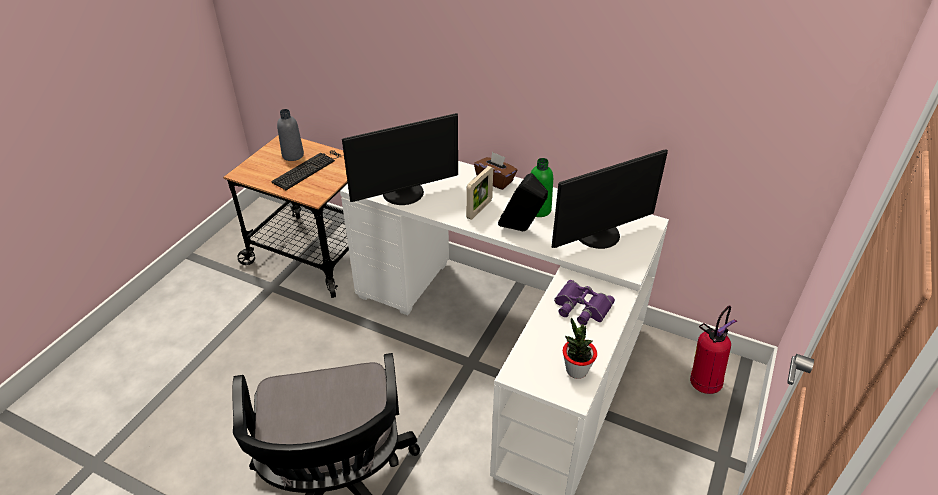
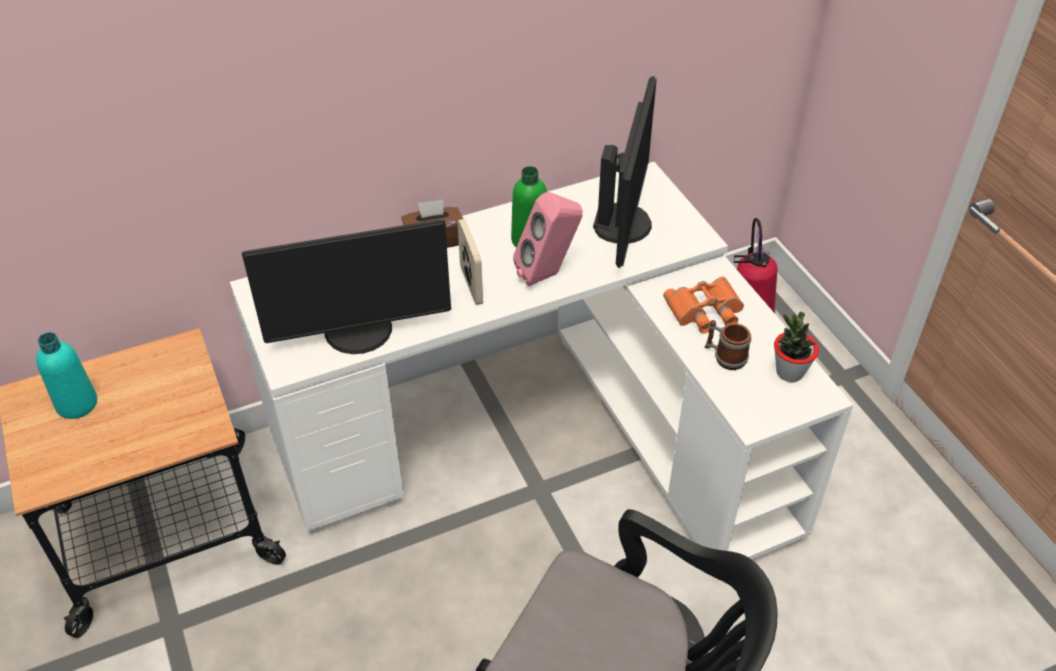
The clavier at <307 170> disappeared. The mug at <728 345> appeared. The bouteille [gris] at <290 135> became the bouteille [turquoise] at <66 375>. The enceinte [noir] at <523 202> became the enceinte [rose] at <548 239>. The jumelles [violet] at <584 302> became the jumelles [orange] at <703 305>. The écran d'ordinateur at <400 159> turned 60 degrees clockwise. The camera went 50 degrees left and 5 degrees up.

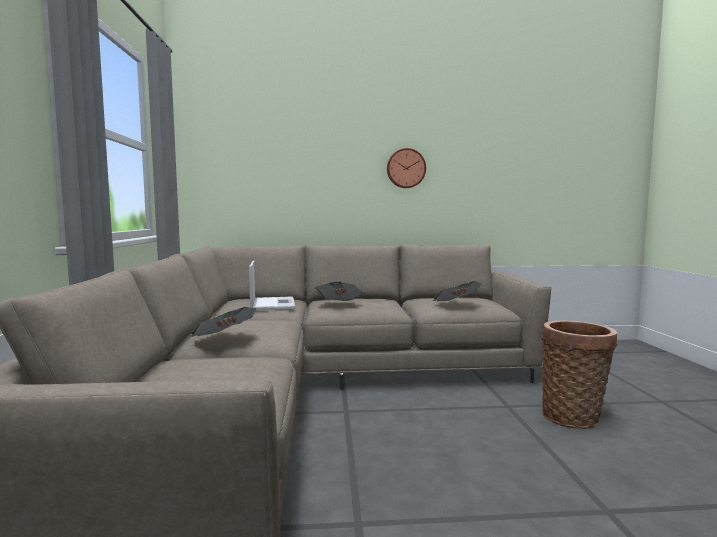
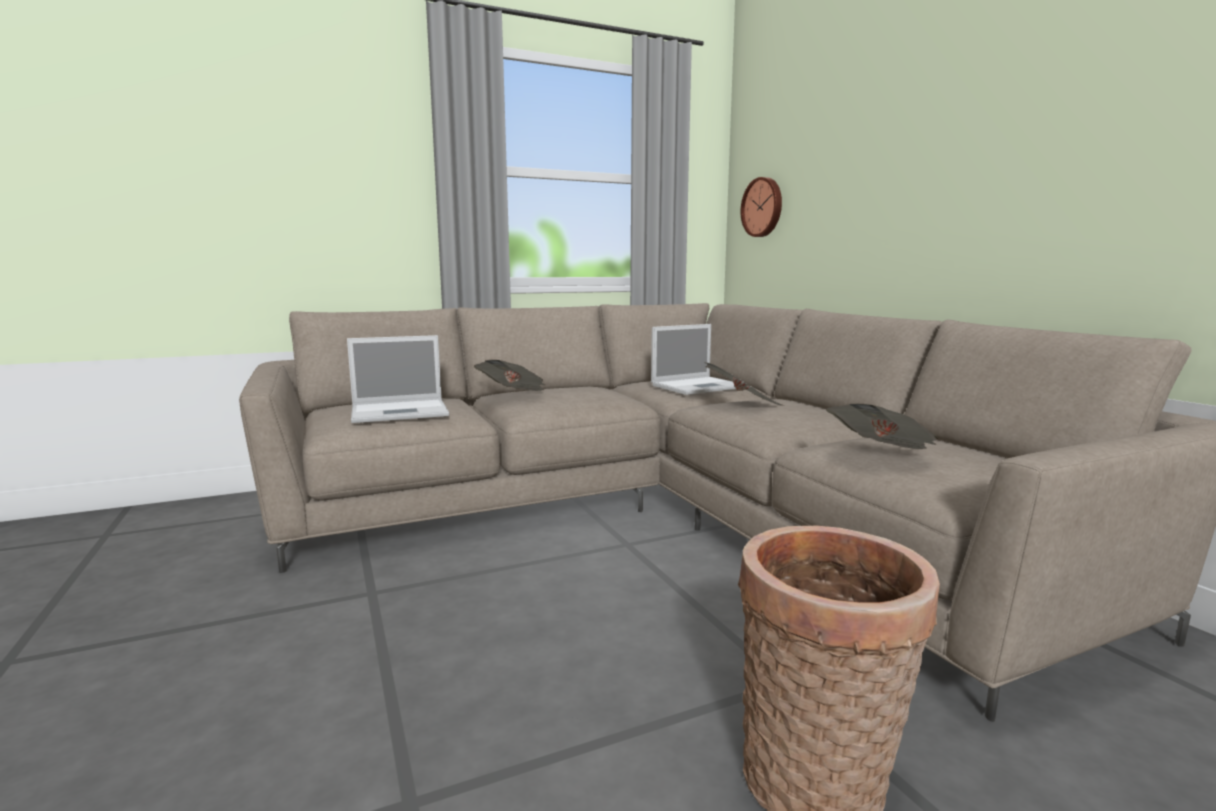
The ordinateur portable at <398 379> appeared. The horloge murale moved from <406 168> to <761 207>. The camera went 70 degrees right and 5 degrees up.

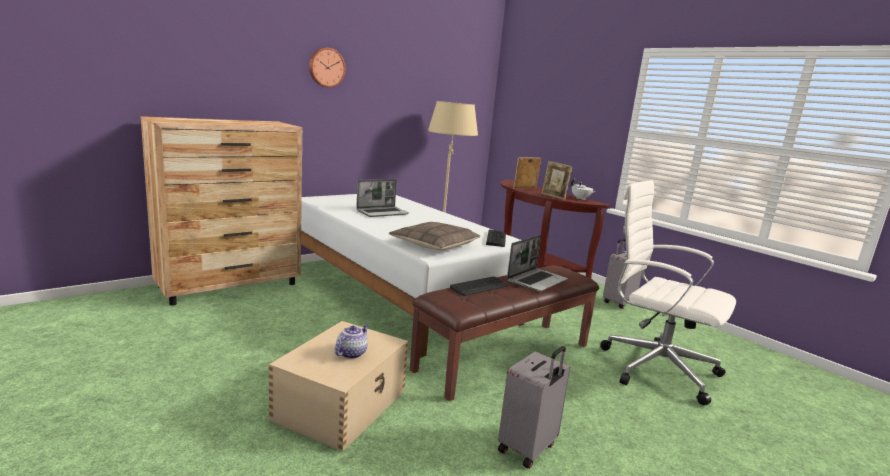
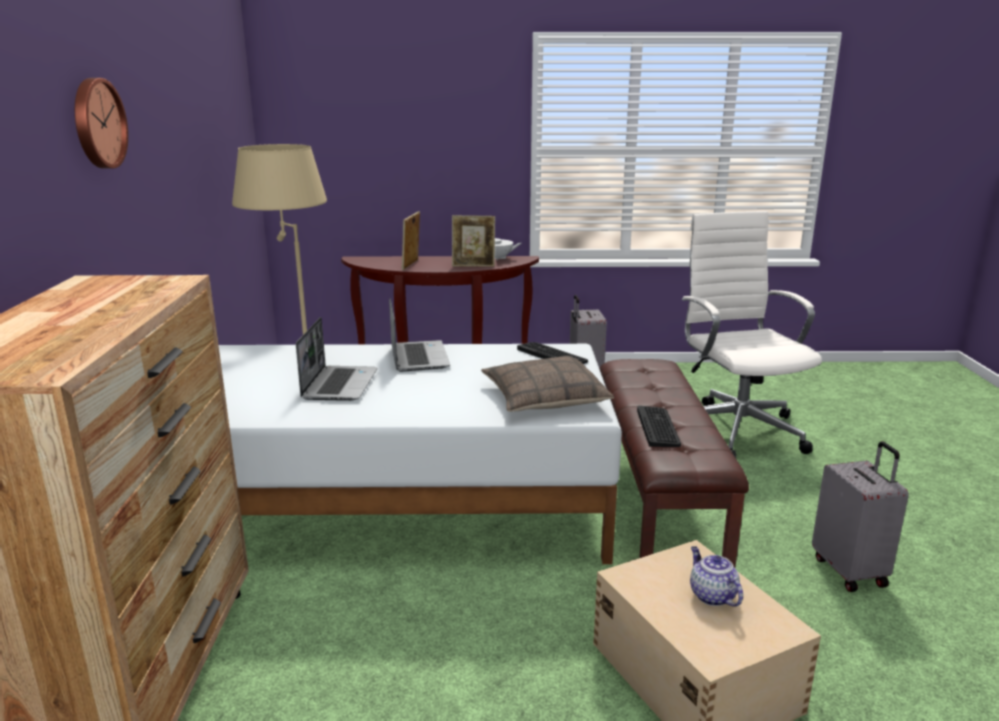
The ordinateur portable moved from <537 263> to <419 335>. The chaise de bureau [blanc] at <668 292> turned 90 degrees clockwise. The camera went 50 degrees left and 5 degrees up.

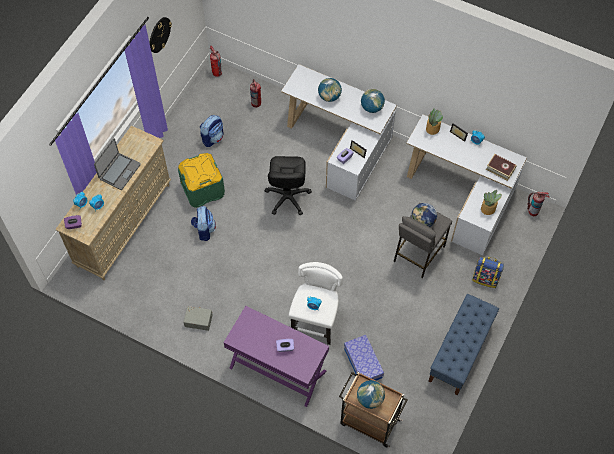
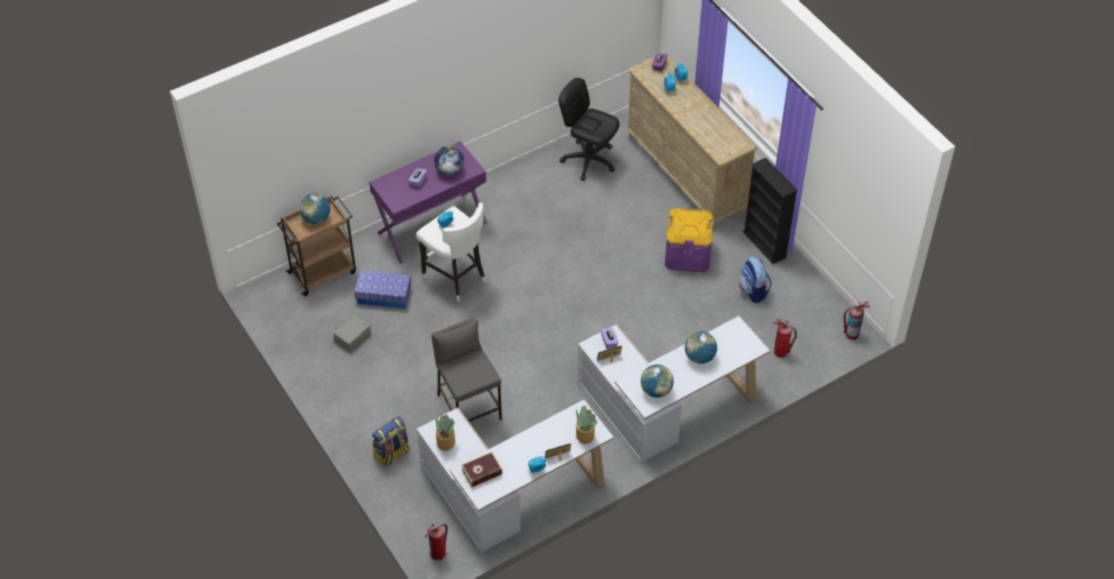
The ordinateur portable at <117 164> disappeared. The horloge murale at <161 35> disappeared. The sac à dos at <203 223> disappeared. The banc [bleu] at <463 345> disappeared. The bibliothèque [noir] at <770 210> appeared. The boîte de rangement [gris] moved from <198 318> to <352 334>. The chaise de bureau [noir] moved from <288 185> to <589 129>. The globe moved from <424 215> to <449 160>. The boîte de rangement [vert] at <201 180> became the boîte de rangement [violet] at <689 240>. The camera went 120 degrees right and 10 degrees down.

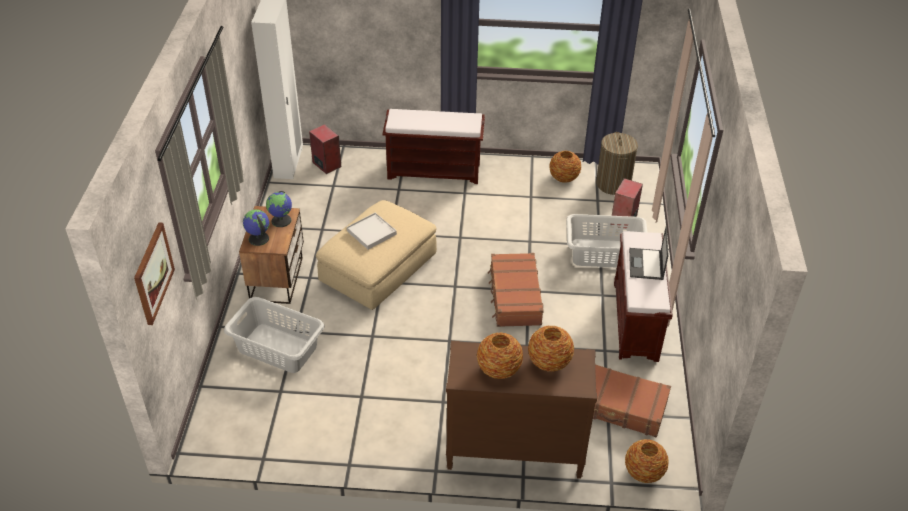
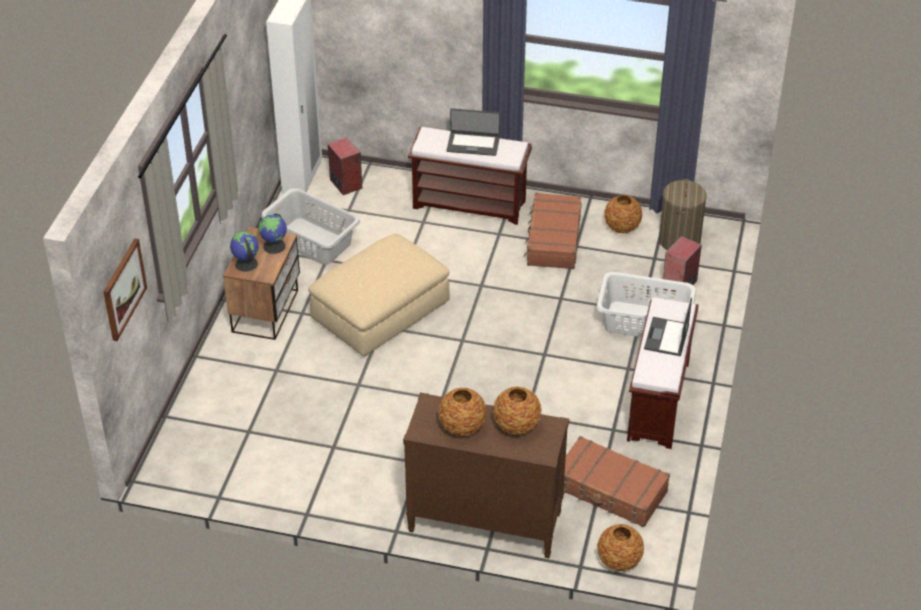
The plateau [blanc] at <372 231> disappeared. The ordinateur portable at <473 132> appeared. The panier à linge [gris] moved from <274 335> to <310 226>. The valise [marron] moved from <516 290> to <553 231>. The camera went 10 degrees right and 0 degrees up.

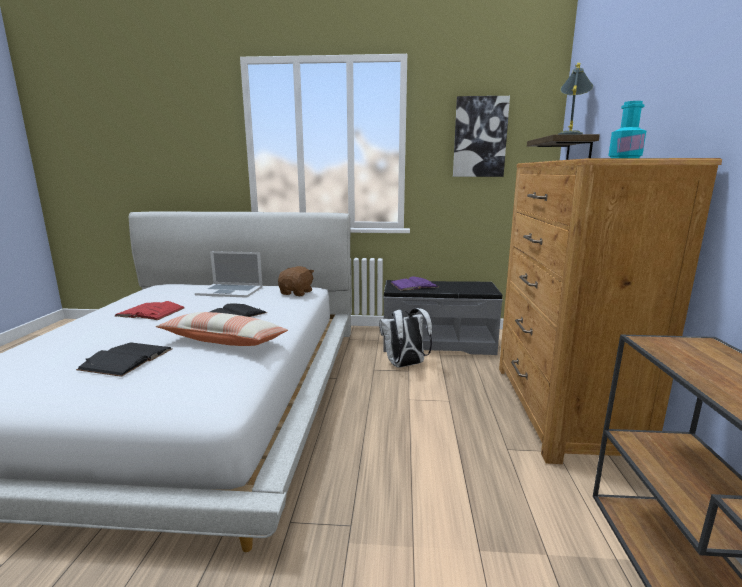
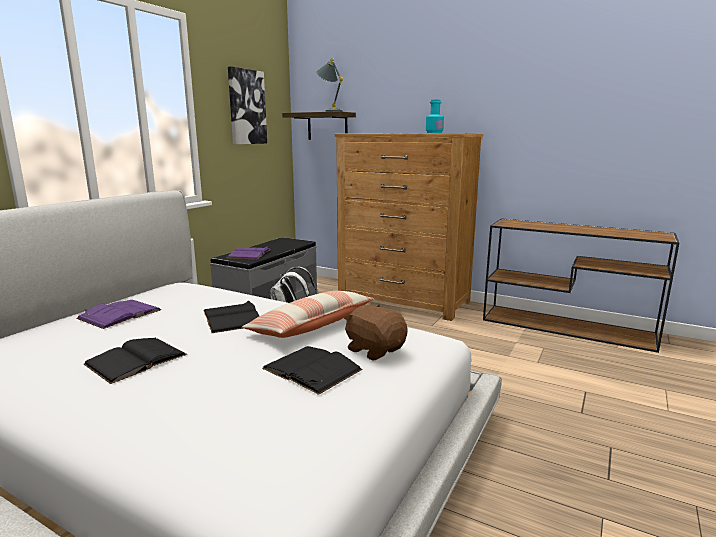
The peluche [marron] moved from <296 281> to <376 332>. The ordinateur portable at <229 274> was replaced by the livre [violet] at <118 314>. The livre [rouge] at <149 310> became the livre [noir] at <135 361>. The camera went 65 degrees left and 0 degrees up.

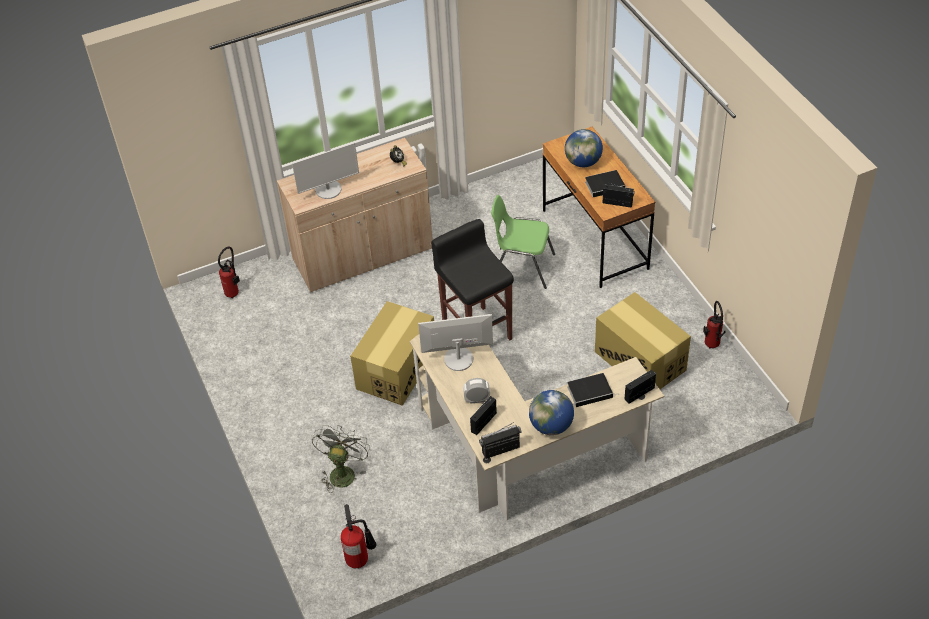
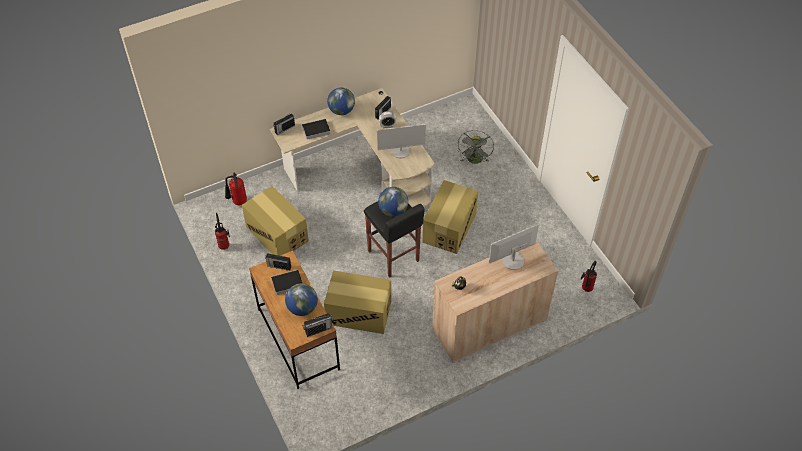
The globe at <393 202> appeared. The extincteur moved from <359 536> to <236 188>. The radio moved from <500 440> to <317 325>. The chaise [vert] at <523 242> was replaced by the carton at <358 302>. The camera went 175 degrees right and 5 degrees up.

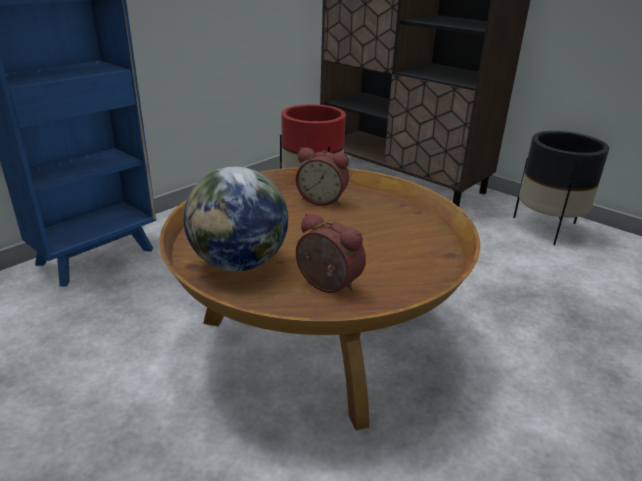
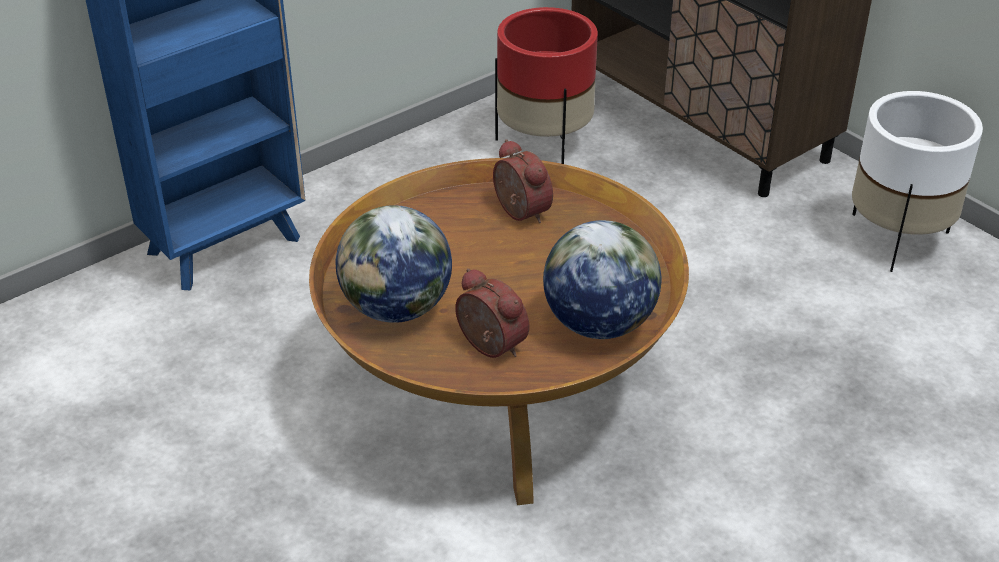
The globe at <602 279> appeared. The cache-pot [noir] at <561 188> became the cache-pot [blanc] at <917 181>. The réveil at <322 176> turned 150 degrees counterclockwise. The camera went 10 degrees right and 10 degrees up.

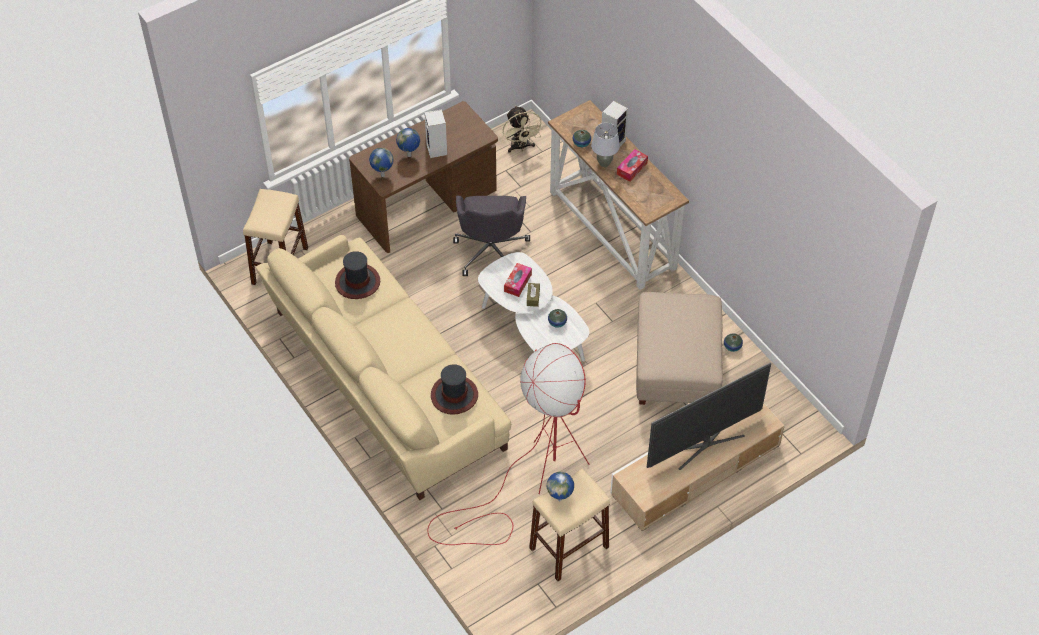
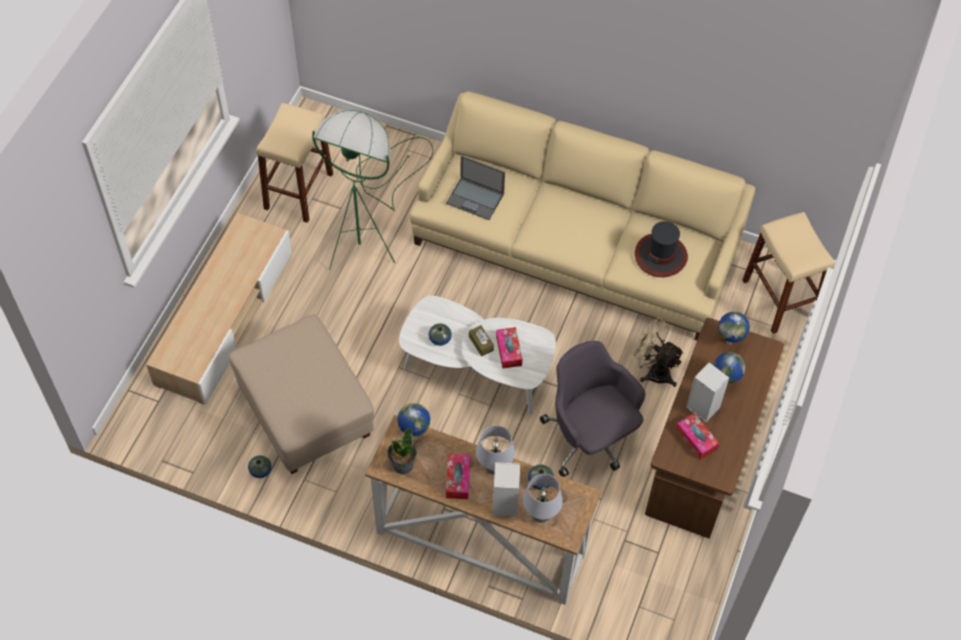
The téléviseur at <709 416> disappeared. The plante en pot at <402 450> appeared. The lampe de table [gris] at <543 498> appeared. The boîte à mouchoirs at <697 436> appeared. The ventilateur [beige] moved from <523 129> to <657 352>. The globe moved from <560 486> to <413 420>. The chapeau at <454 389> was replaced by the ordinateur portable at <475 187>. The lampadaire [rouge] at <509 444> became the lampadaire [vert] at <372 190>. The camera went 145 degrees right and 5 degrees up.

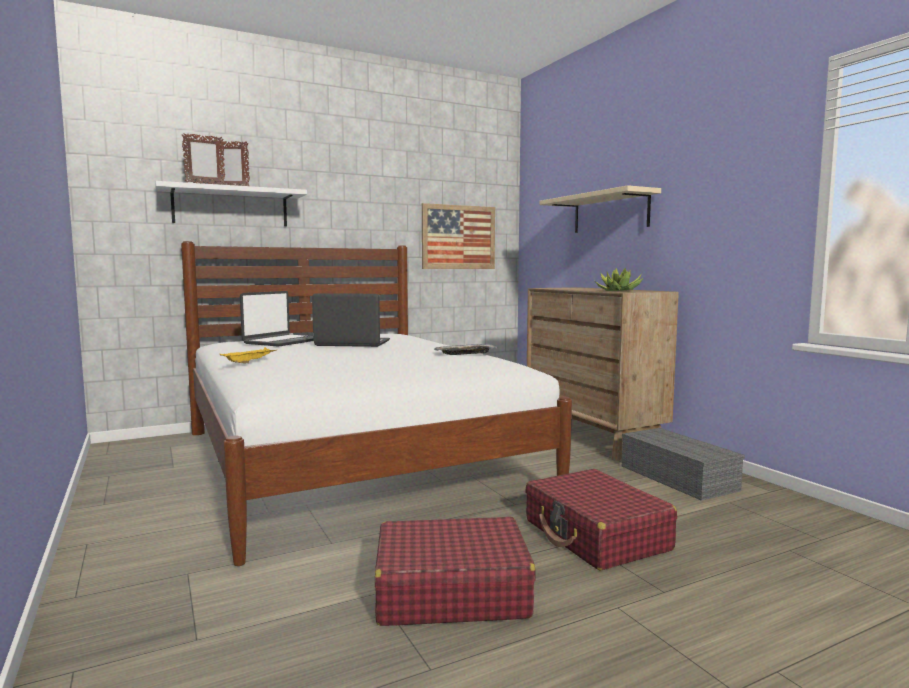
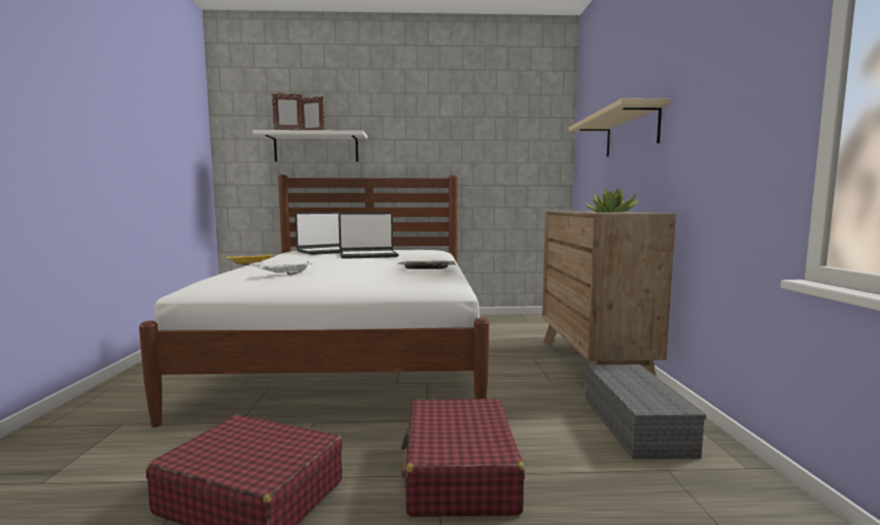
The tableau at <458 236> disappeared. The plateau [blanc] at <285 268> appeared. The ordinateur portable at <351 320> turned 135 degrees clockwise. The camera went 25 degrees right and 0 degrees up.

